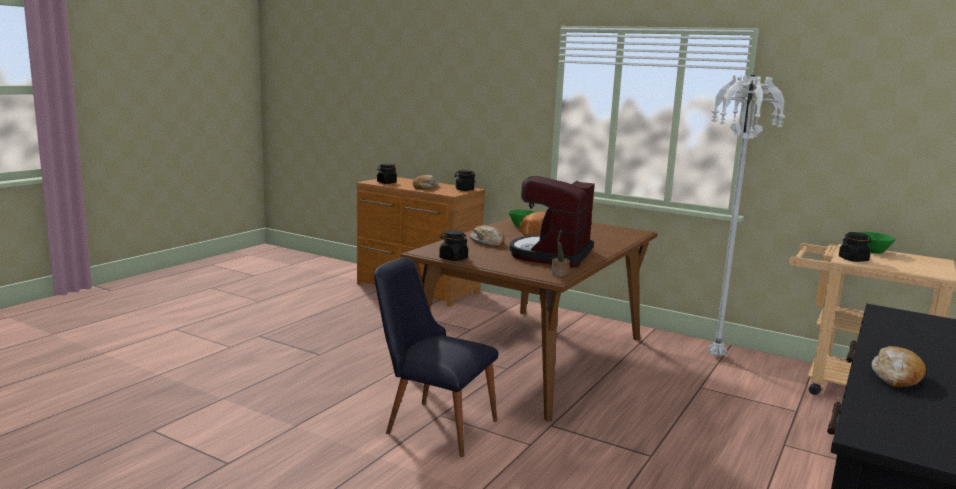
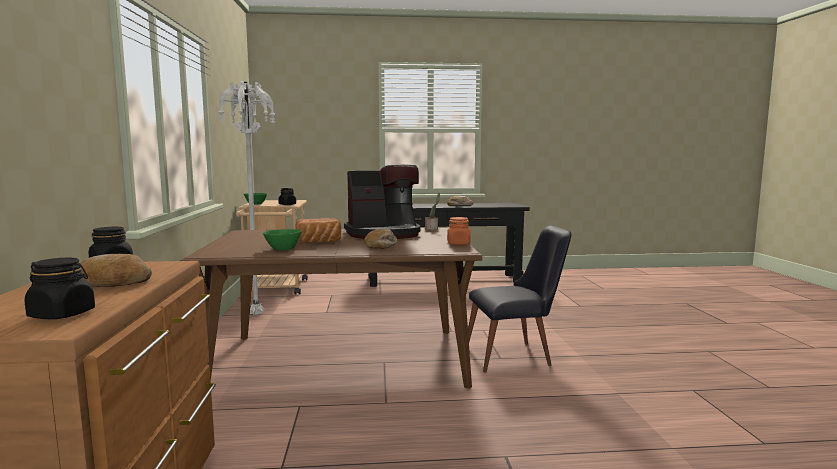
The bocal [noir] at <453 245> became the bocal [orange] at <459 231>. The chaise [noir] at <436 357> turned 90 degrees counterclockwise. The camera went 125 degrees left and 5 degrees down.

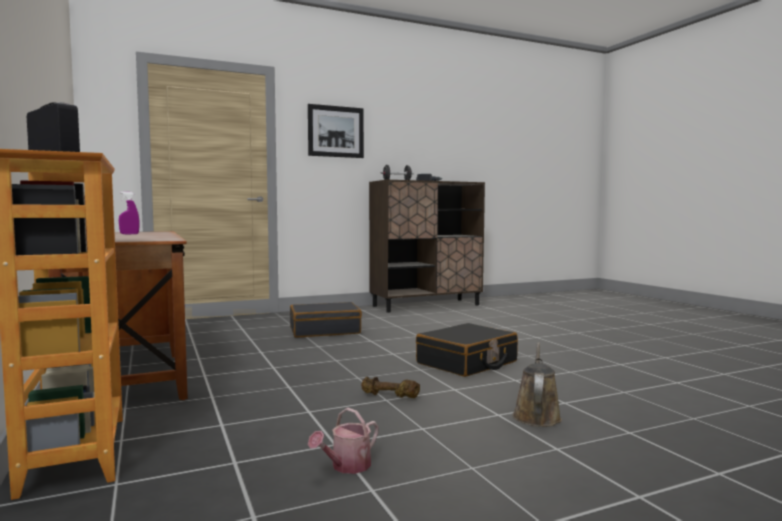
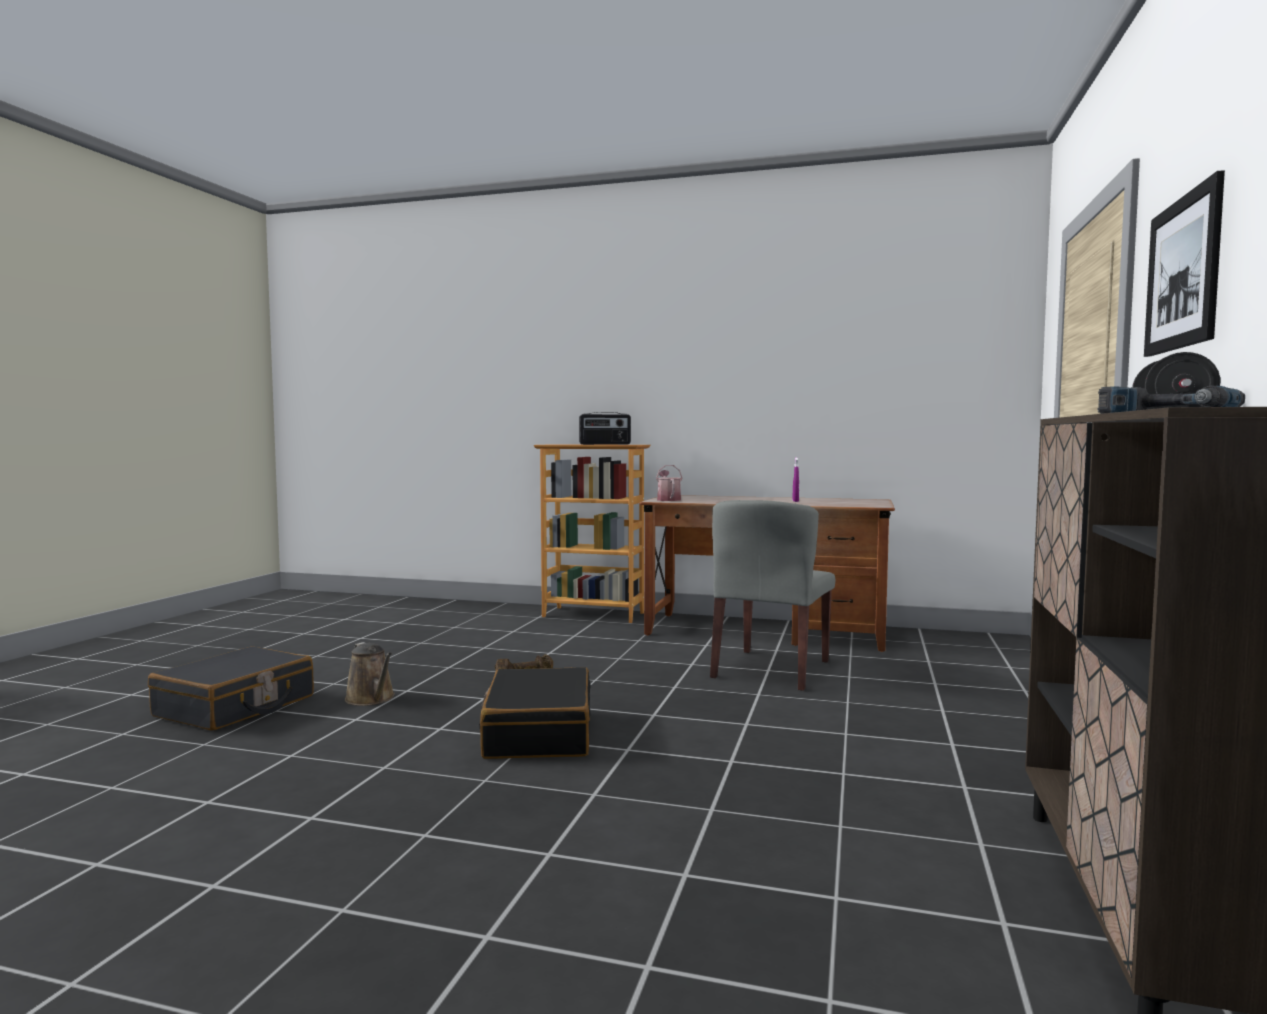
The chaise [gris] at <772 595> appeared. The valise [noir] moved from <326 320> to <231 688>. The arrosoir moved from <343 441> to <669 483>. The camera went 130 degrees right and 0 degrees up.

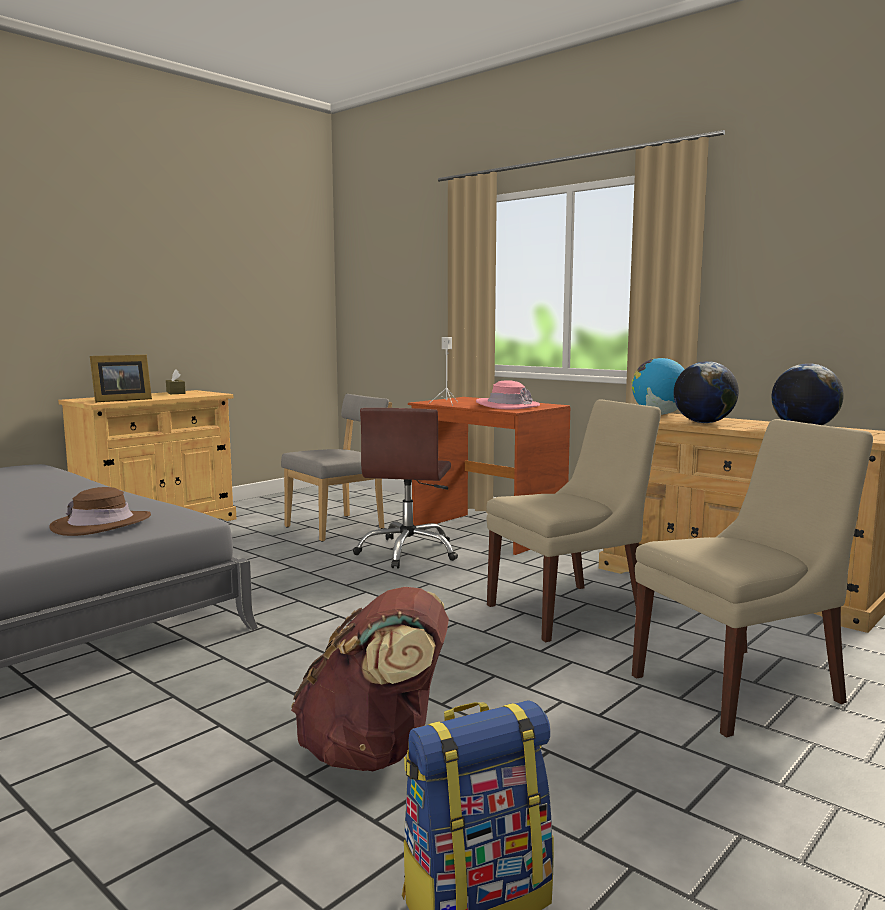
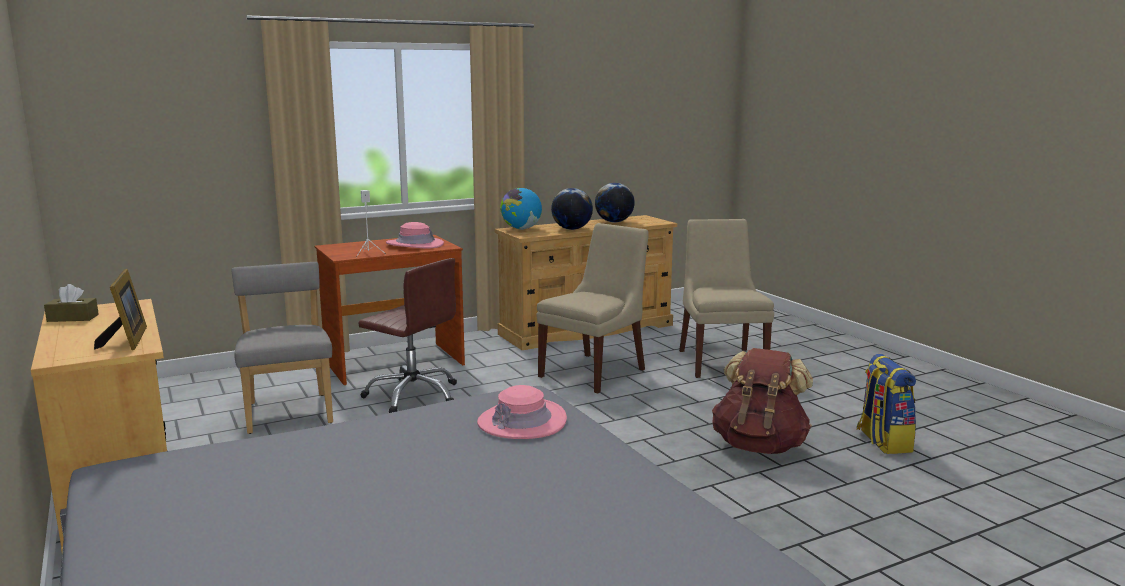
The chapeau [marron] at <100 511> became the chapeau [rose] at <522 412>. The chaise [beige] at <574 520> turned 45 degrees clockwise. The camera went 70 degrees left and 5 degrees up.

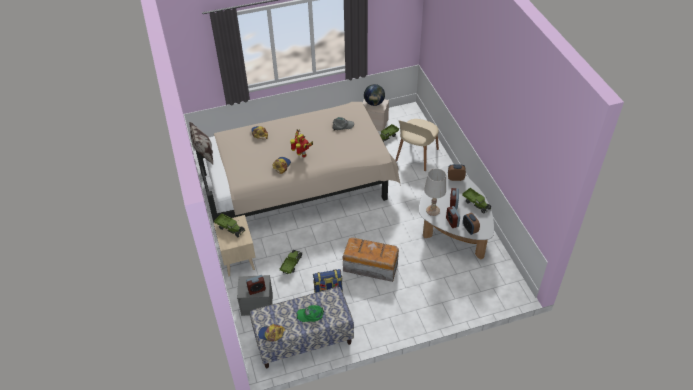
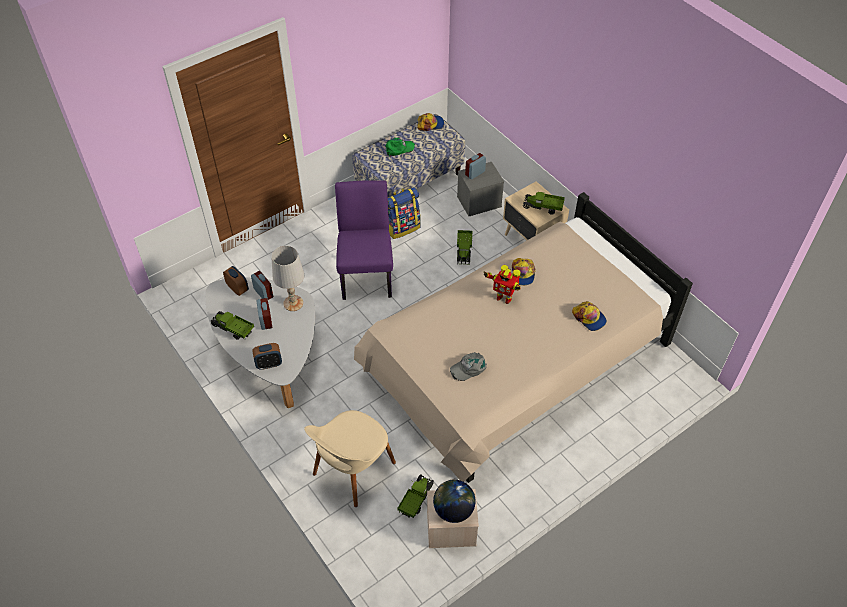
The coussin at <201 143> disappeared. The boîte de rangement at <371 259> was replaced by the chaise [violet] at <364 240>. The chaise [beige] at <417 145> turned 150 degrees counterclockwise. The camera went 160 degrees right and 5 degrees up.

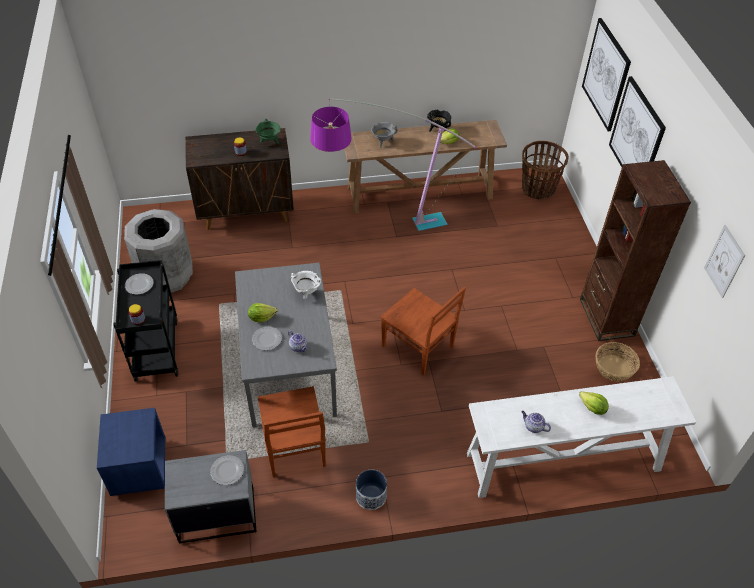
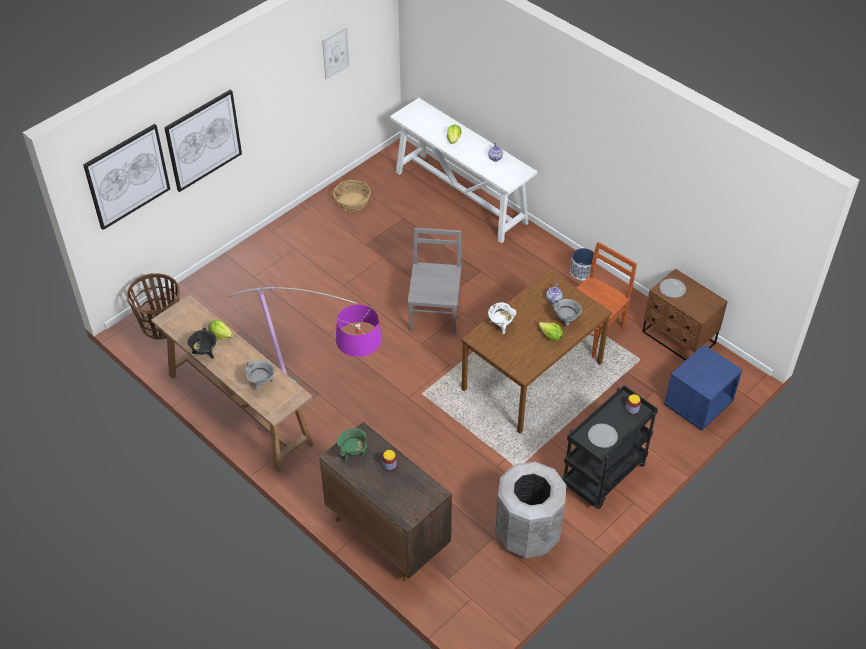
The bibliothèque [marron] at <635 250> disappeared. The assiette at <267 338> was replaced by the marmite [gris] at <567 312>. The table de chevet [gris] at <211 497> became the table de chevet [marron] at <685 315>. The table à manger [gris] at <286 345> became the table à manger [marron] at <536 352>. The chaise [marron] at <423 331> became the chaise [gris] at <434 281>. The camera went 125 degrees left and 0 degrees up.

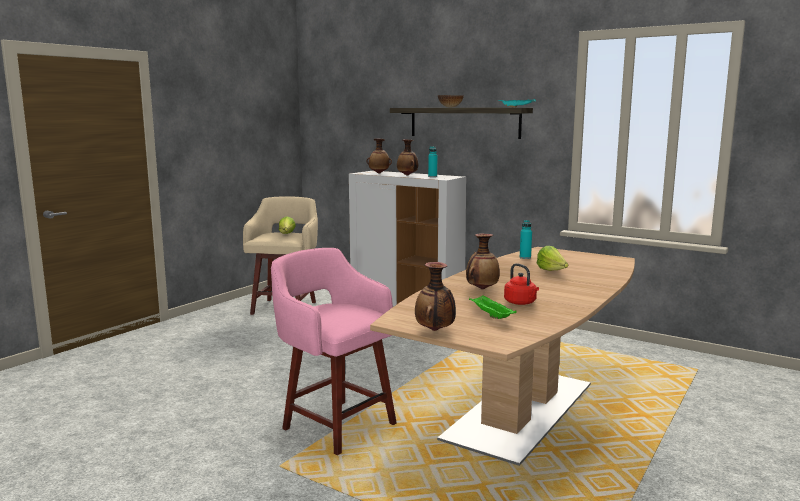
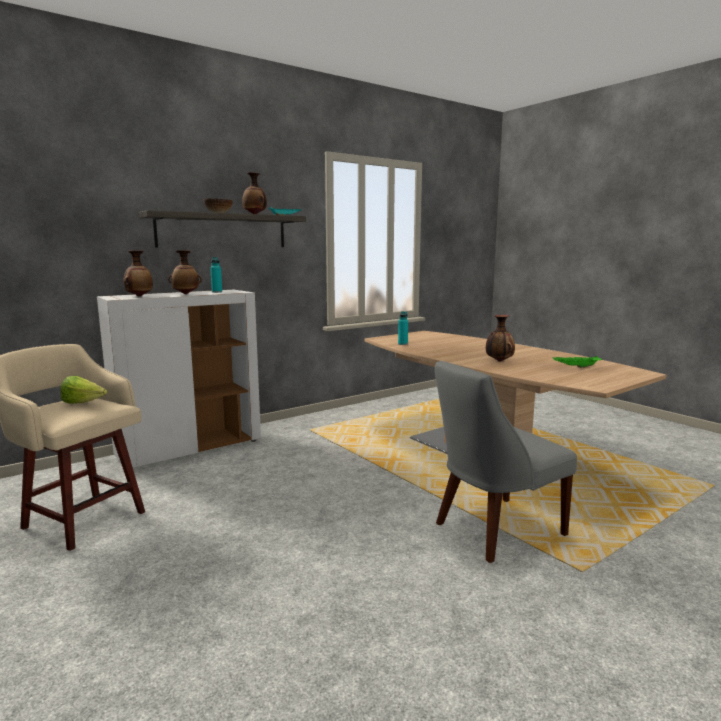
The bouilloire [rouge] at <521 284> disappeared. The laitue at <552 258> disappeared. The vase moved from <435 296> to <254 193>. The tabouret [rose] at <334 351> was replaced by the chaise [gris] at <506 462>. The camera went 70 degrees left and 0 degrees up.

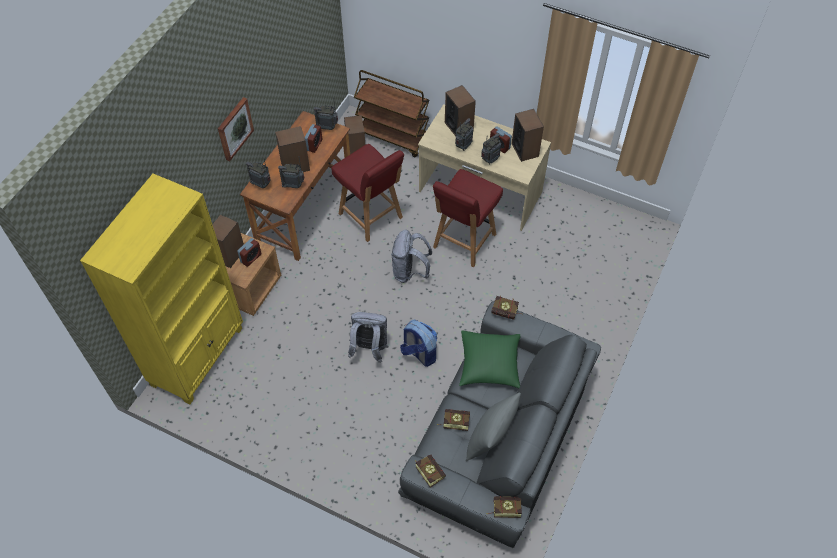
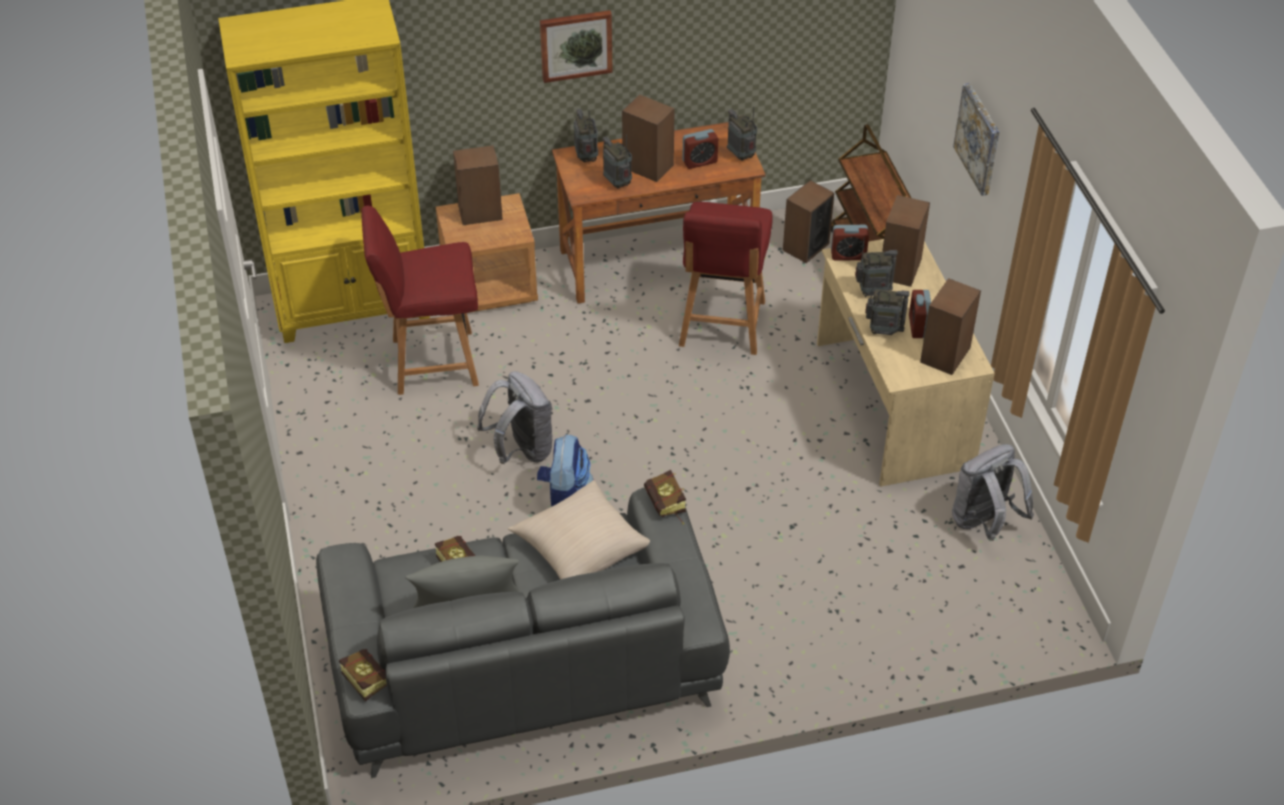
The livre at <430 471> disappeared. The tableau at <976 139> appeared. The réveil moved from <249 252> to <850 243>. The sac à dos [gris] moved from <411 256> to <993 492>. The chaise [rouge] moved from <468 218> to <420 300>. The coussin [vert] at <489 359> became the coussin [beige] at <579 529>. The camera went 50 degrees right and 10 degrees down.

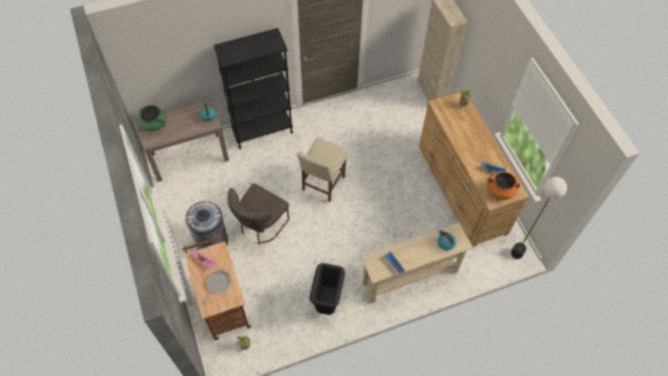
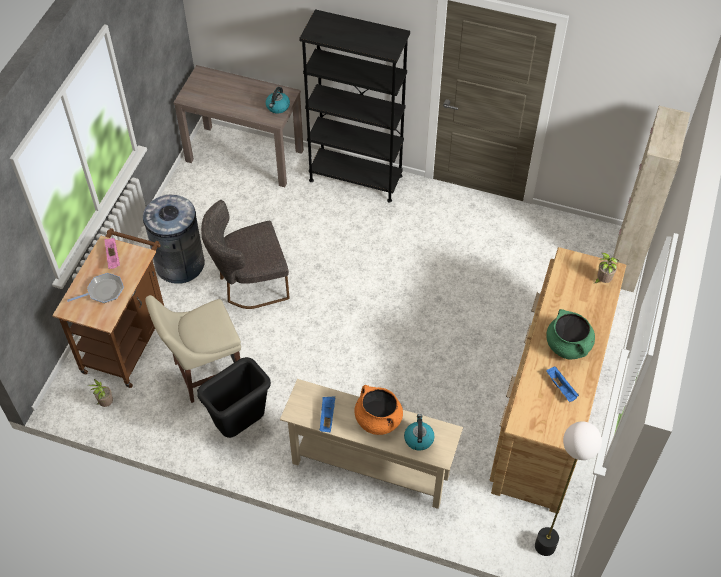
The marmite [vert] moved from <152 118> to <570 334>. The chaise [beige] moved from <322 170> to <193 349>. The marmite [orange] moved from <503 186> to <379 410>. The camera went 40 degrees right and 5 degrees down.

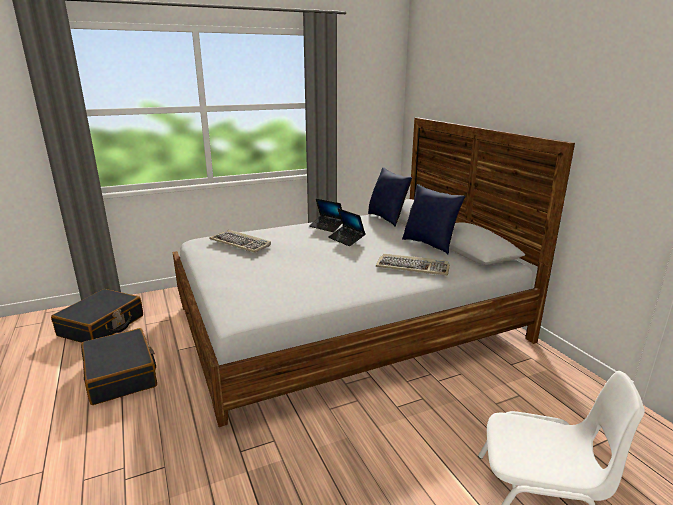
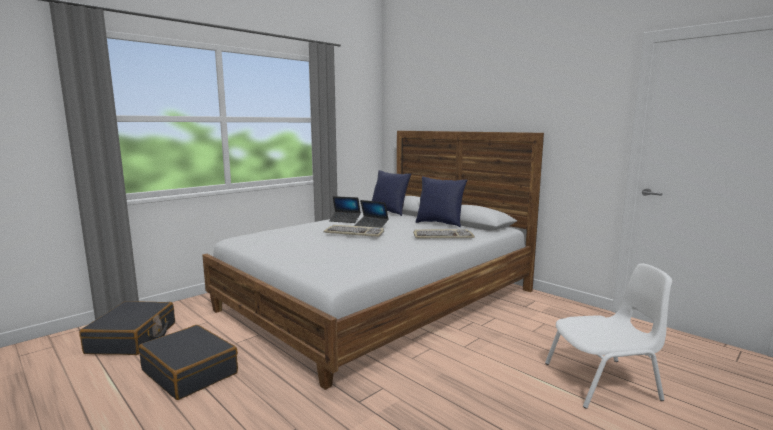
The clavier moved from <240 241> to <354 231>. The camera went 20 degrees left and 10 degrees down.

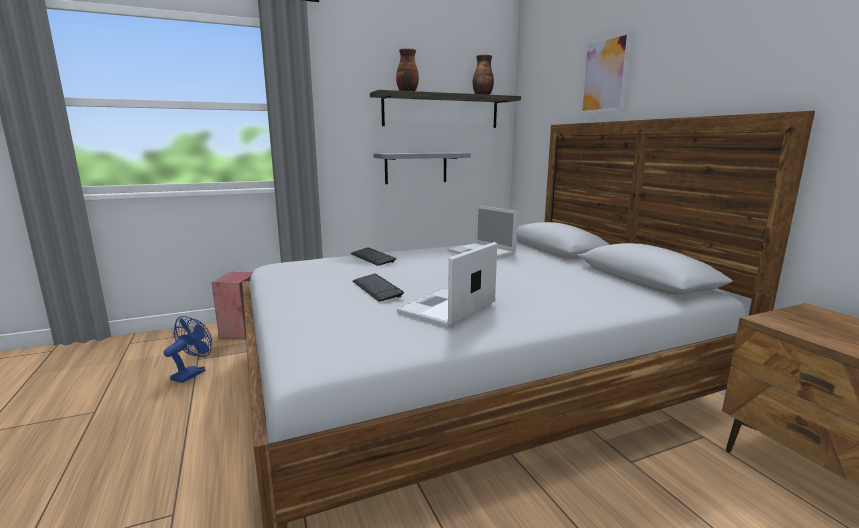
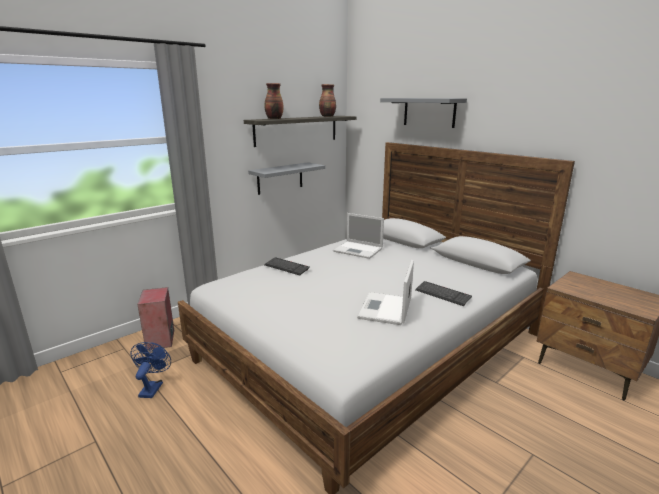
The clavier moved from <378 288> to <443 293>. The tableau at <606 72> was replaced by the étagère [gris] at <423 113>. The camera went 20 degrees left and 5 degrees up.

